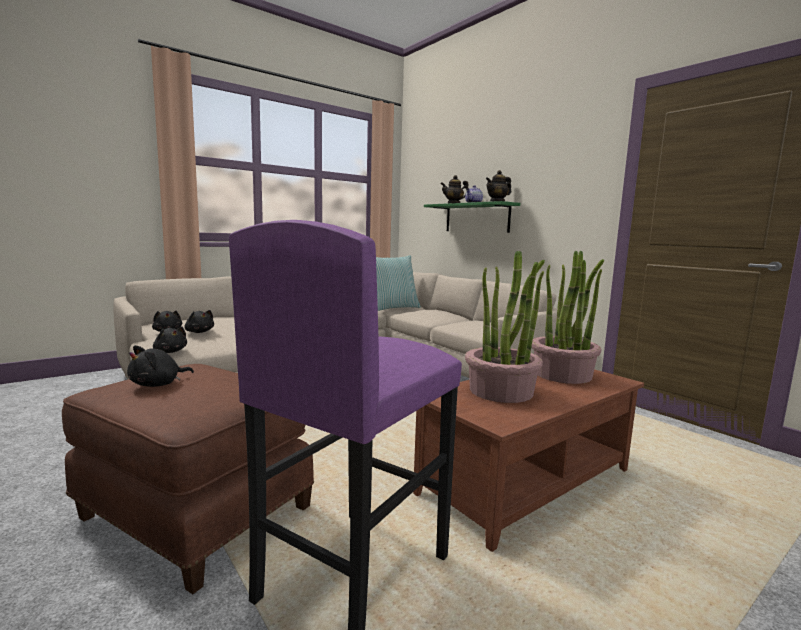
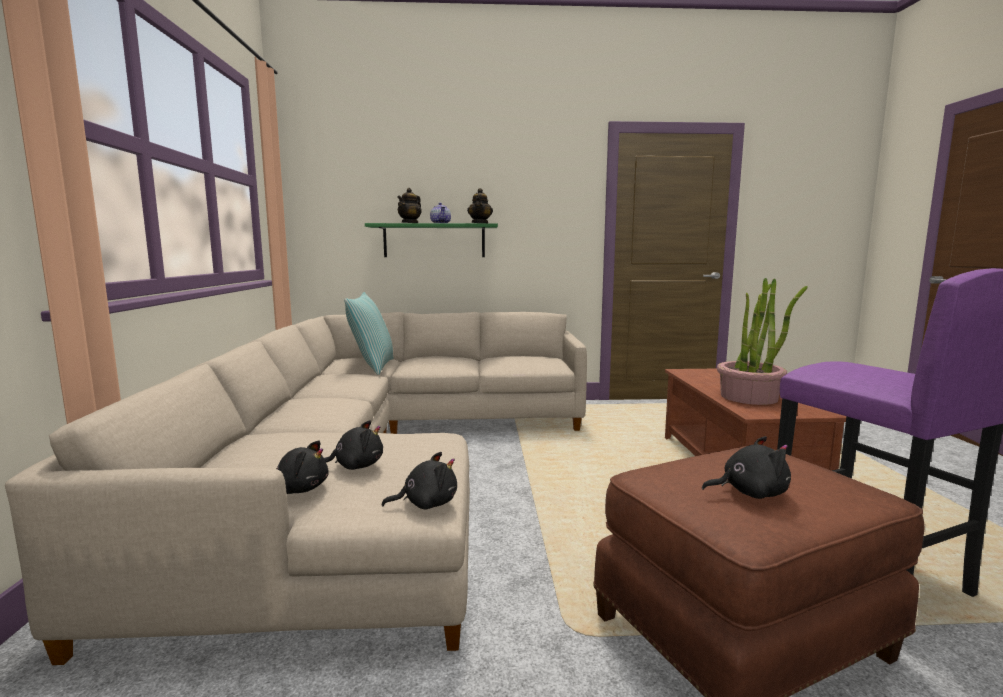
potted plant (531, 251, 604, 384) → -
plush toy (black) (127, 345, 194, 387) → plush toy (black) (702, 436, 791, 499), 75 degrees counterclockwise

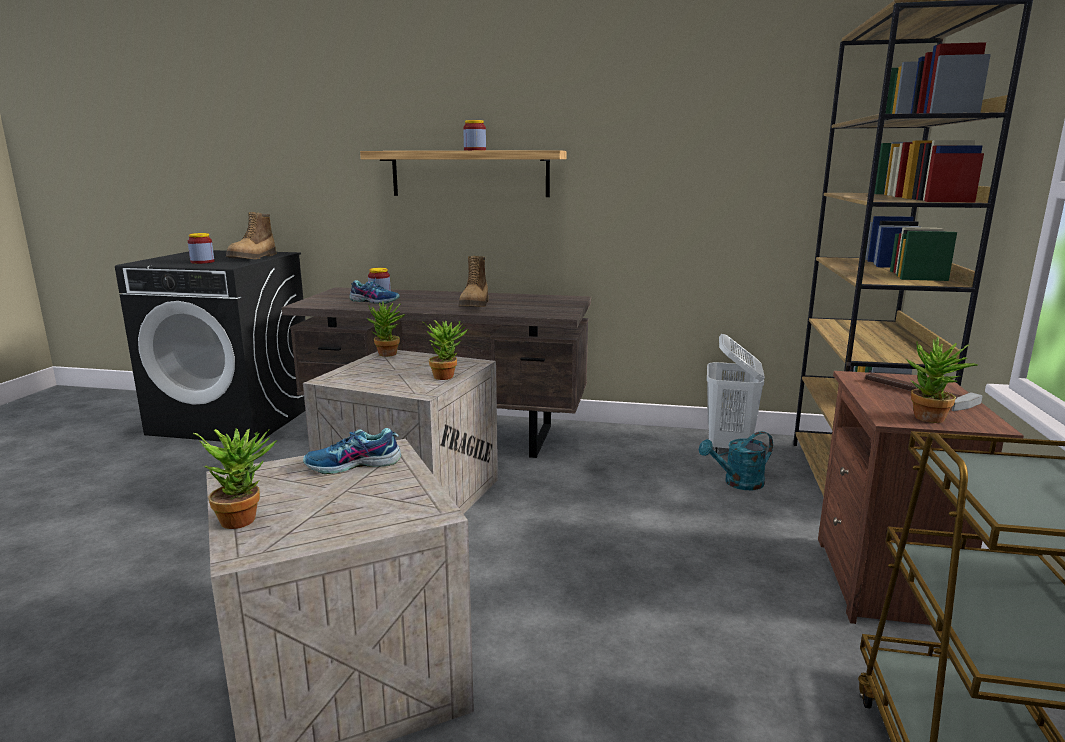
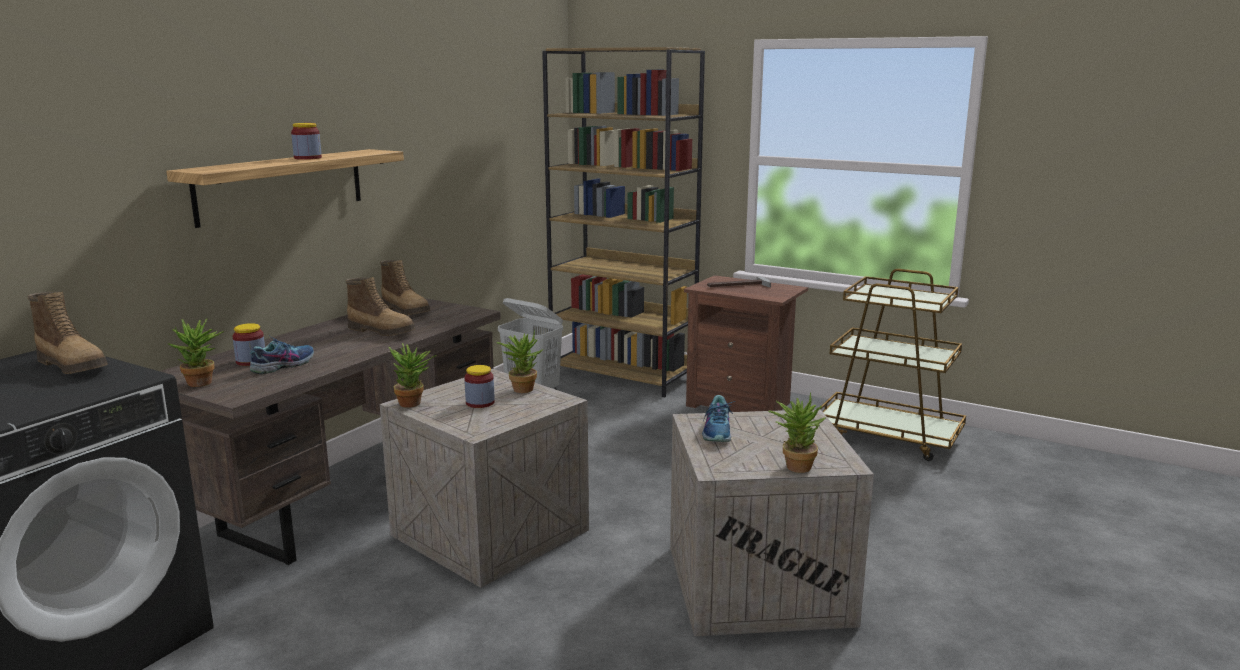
watering can (turquoise) (699, 431, 773, 490) → -
- → boot (380, 260, 430, 315)
jar (188, 233, 214, 264) → jar (464, 365, 495, 408), shifted
potted plant (907, 337, 978, 423) → potted plant (167, 318, 224, 387), shifted

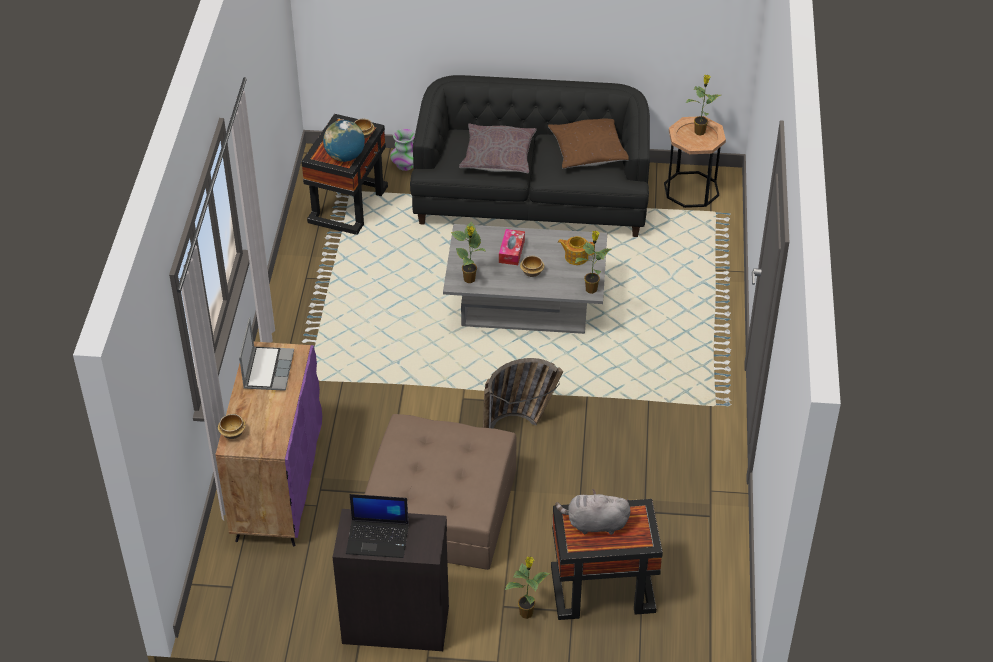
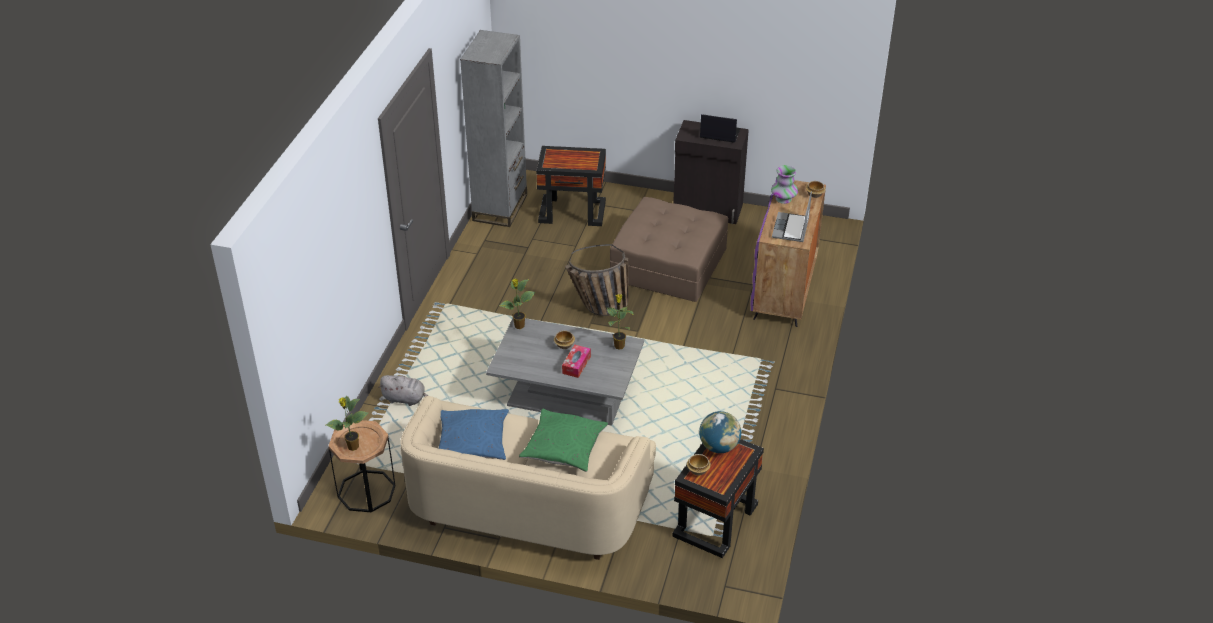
potted plant (505, 557, 550, 619) → -
teapot (558, 236, 594, 265) → -
- → bookcase (grey) (460, 30, 527, 227)
vase (390, 129, 415, 171) → vase (771, 165, 798, 204), shifted
plush toy (grey) (555, 489, 631, 535) → plush toy (grey) (378, 375, 428, 406), shifted
sofa (black) (410, 75, 650, 237) → sofa (beige) (400, 396, 656, 560)
pillow (grey) (459, 123, 536, 173) → pillow (green) (519, 409, 608, 472)
pillow (brown) (548, 118, 629, 169) → pillow (blue) (439, 409, 509, 460)

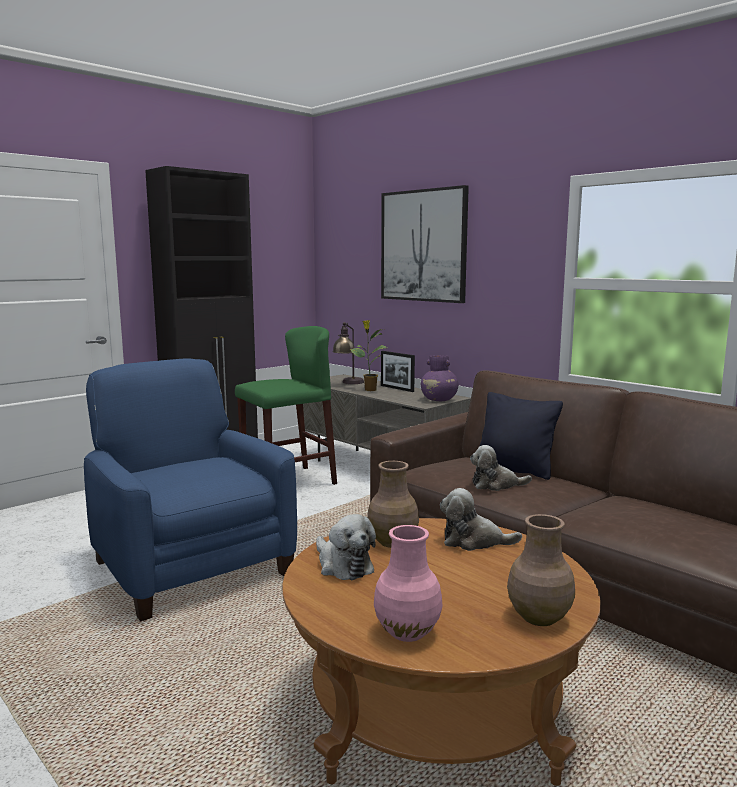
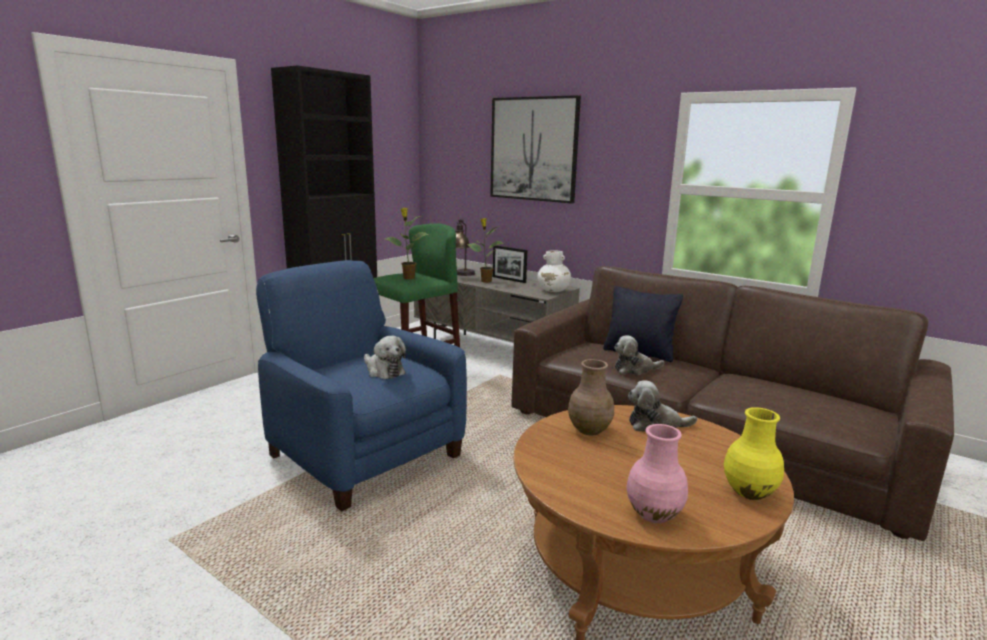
- → potted plant (385, 208, 429, 279)
plush toy (316, 514, 376, 580) → plush toy (364, 336, 406, 379), shifted
vase (purple) (421, 355, 458, 401) → vase (white) (537, 250, 571, 292)
vase (brown) (507, 514, 575, 626) → vase (yellow) (724, 407, 784, 500)

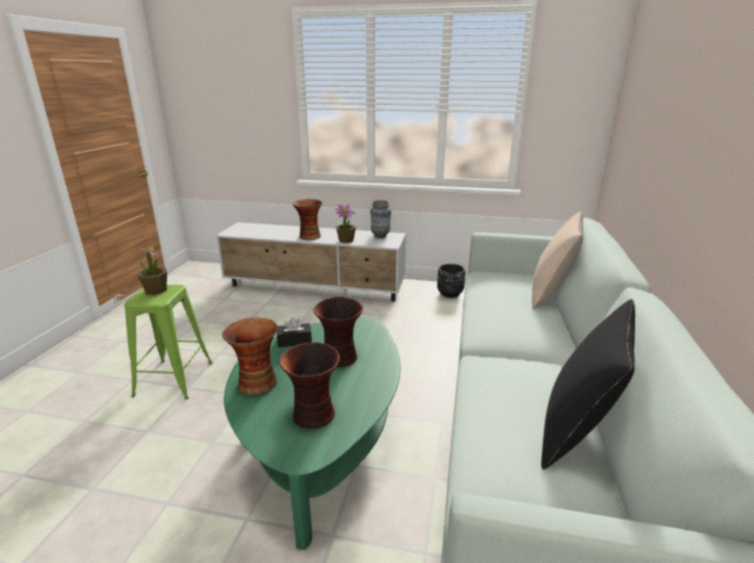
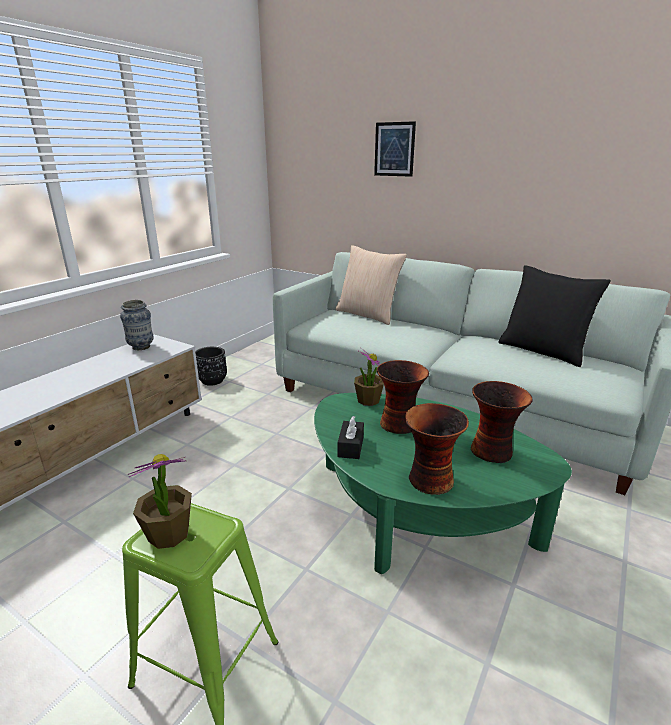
vase (293, 199, 322, 240) → -
- → picture (374, 121, 416, 177)
potted plant (335, 204, 356, 243) → potted plant (354, 348, 384, 406), shifted

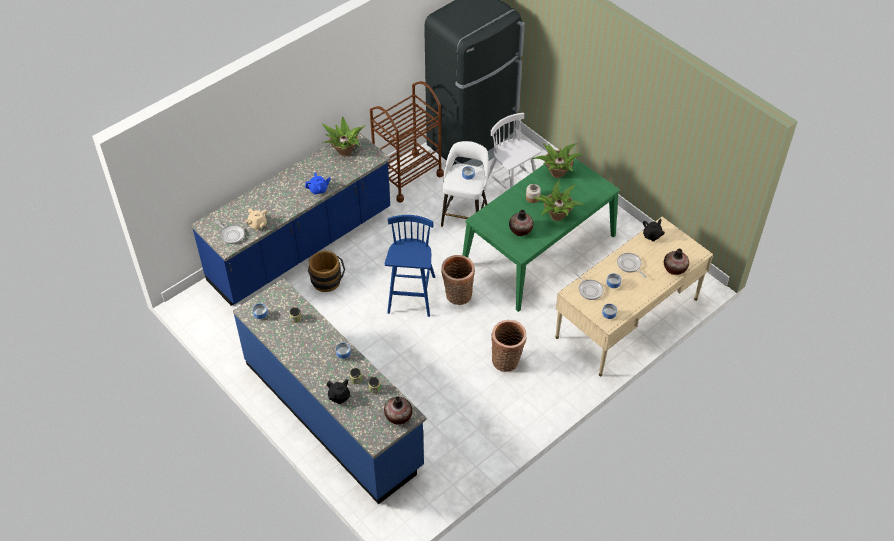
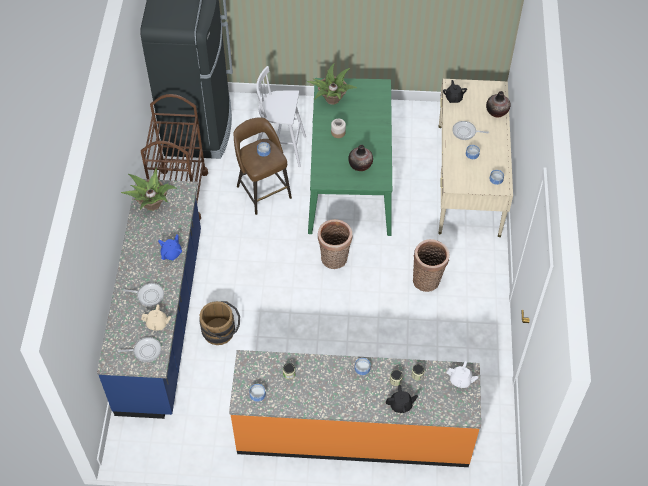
stool (blue) (385, 215, 435, 317) → -
potted plant (532, 179, 584, 221) → -
frying pan (574, 272, 604, 300) → frying pan (123, 283, 164, 307), shifted
vase (384, 397, 412, 425) → teapot (white) (446, 361, 478, 388)
counter (blue) (233, 278, 427, 504) → counter (orange) (229, 350, 481, 467)
stool (white) (441, 141, 489, 227) → stool (brown) (233, 117, 292, 215)

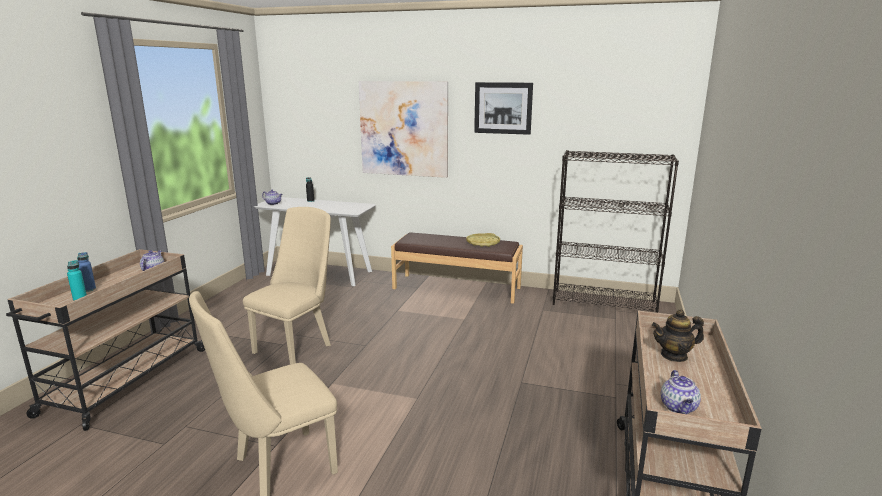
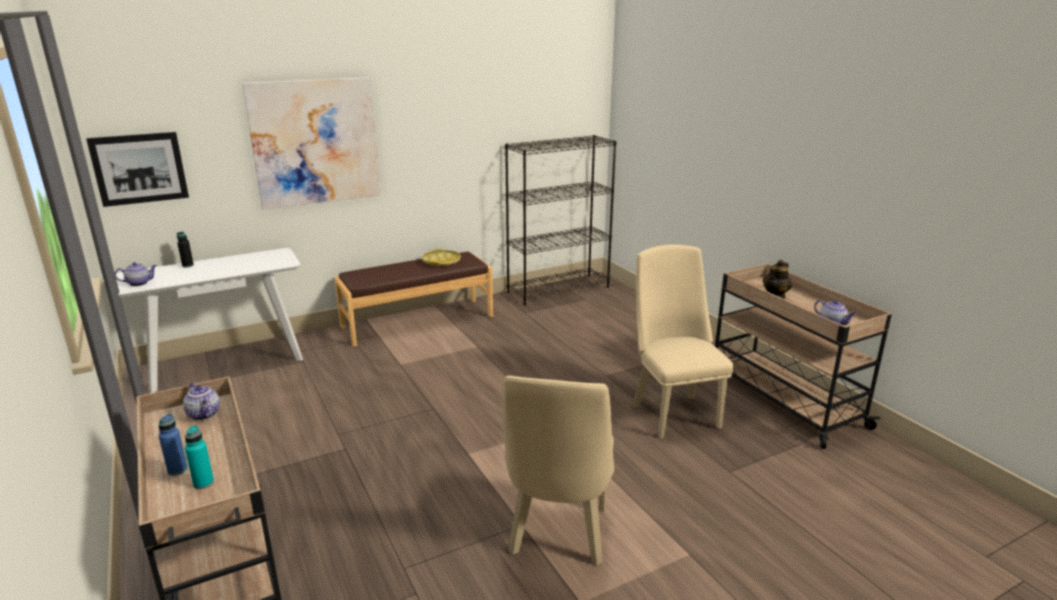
chair (beige) (243, 207, 331, 365) → chair (beige) (632, 245, 734, 438), shifted
picture (474, 82, 533, 135) → picture (86, 132, 189, 207), shifted

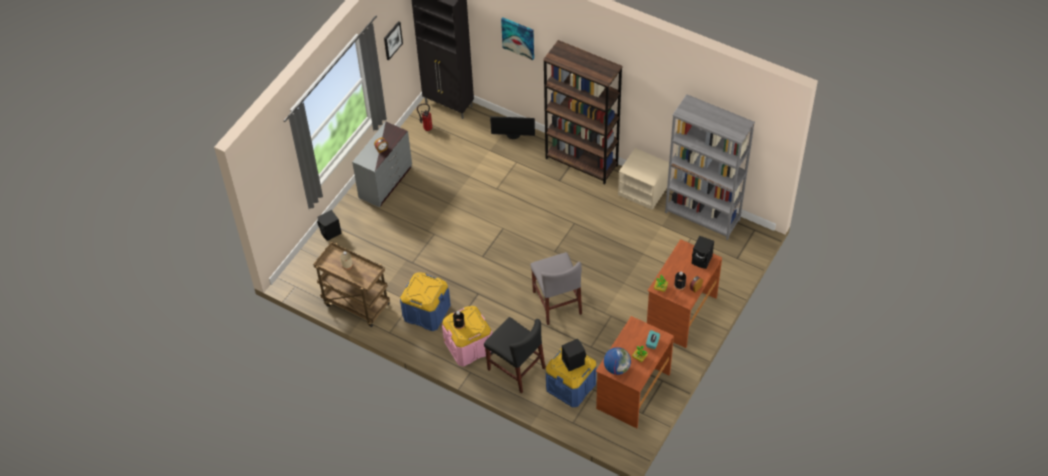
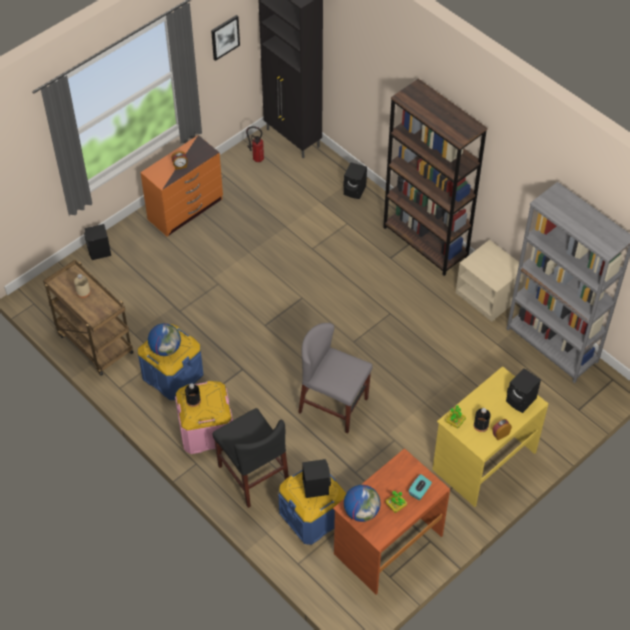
picture (501, 18, 534, 60) → -
- → globe (148, 323, 181, 356)
monitor (490, 116, 535, 139) → speaker (black) (343, 162, 367, 199)
dresser (grey) (352, 122, 412, 208) → dresser (orange) (140, 135, 223, 236)
desk (brown) (647, 239, 722, 348) → desk (yellow) (432, 366, 548, 507)
chair (grey) (530, 252, 582, 325) → chair (grey) (298, 323, 373, 434), 120 degrees clockwise

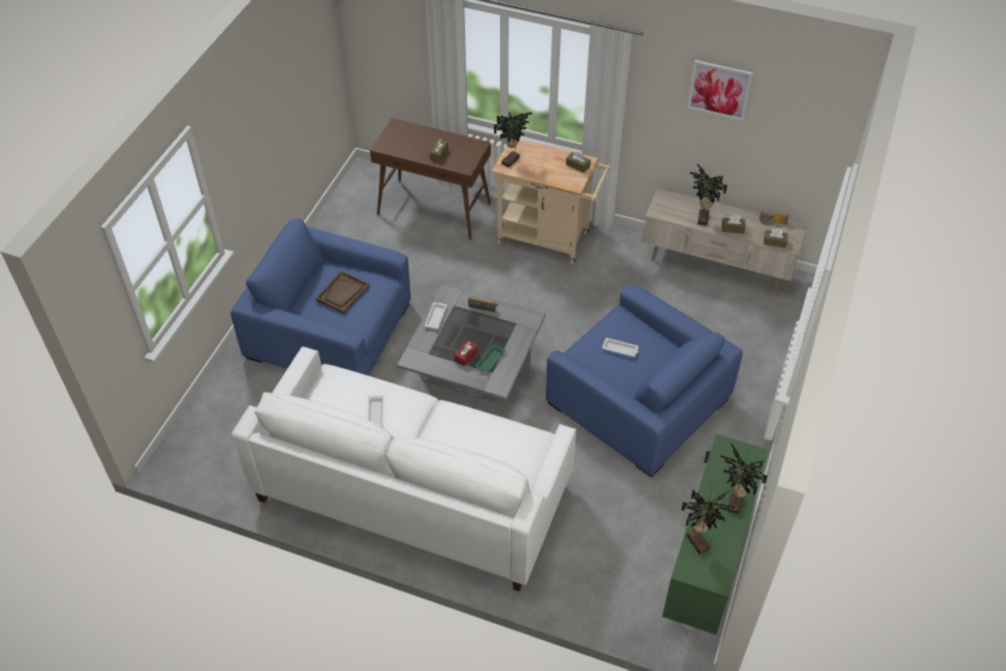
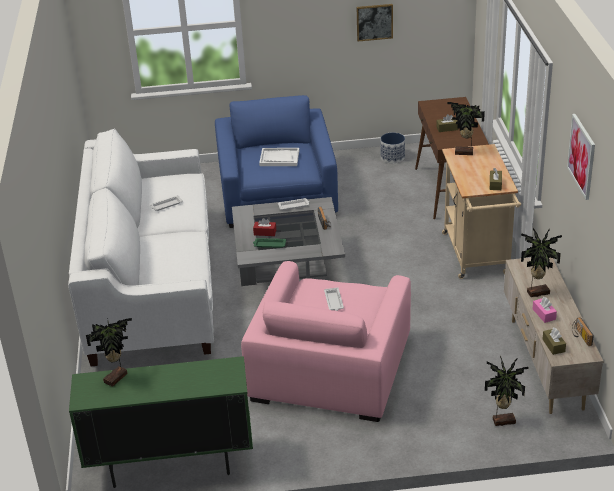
- → picture (357, 4, 393, 41)
- → planter (380, 132, 405, 163)
potted plant (720, 443, 768, 514) → potted plant (485, 355, 529, 426), shifted
tray (brown) (316, 270, 370, 314) → tray (white) (259, 148, 299, 166)
armchair (blue) (546, 285, 743, 477) → armchair (pink) (241, 261, 411, 422)
tissue box (brown) (722, 215, 745, 234) → tissue box (pink) (533, 296, 557, 323)

